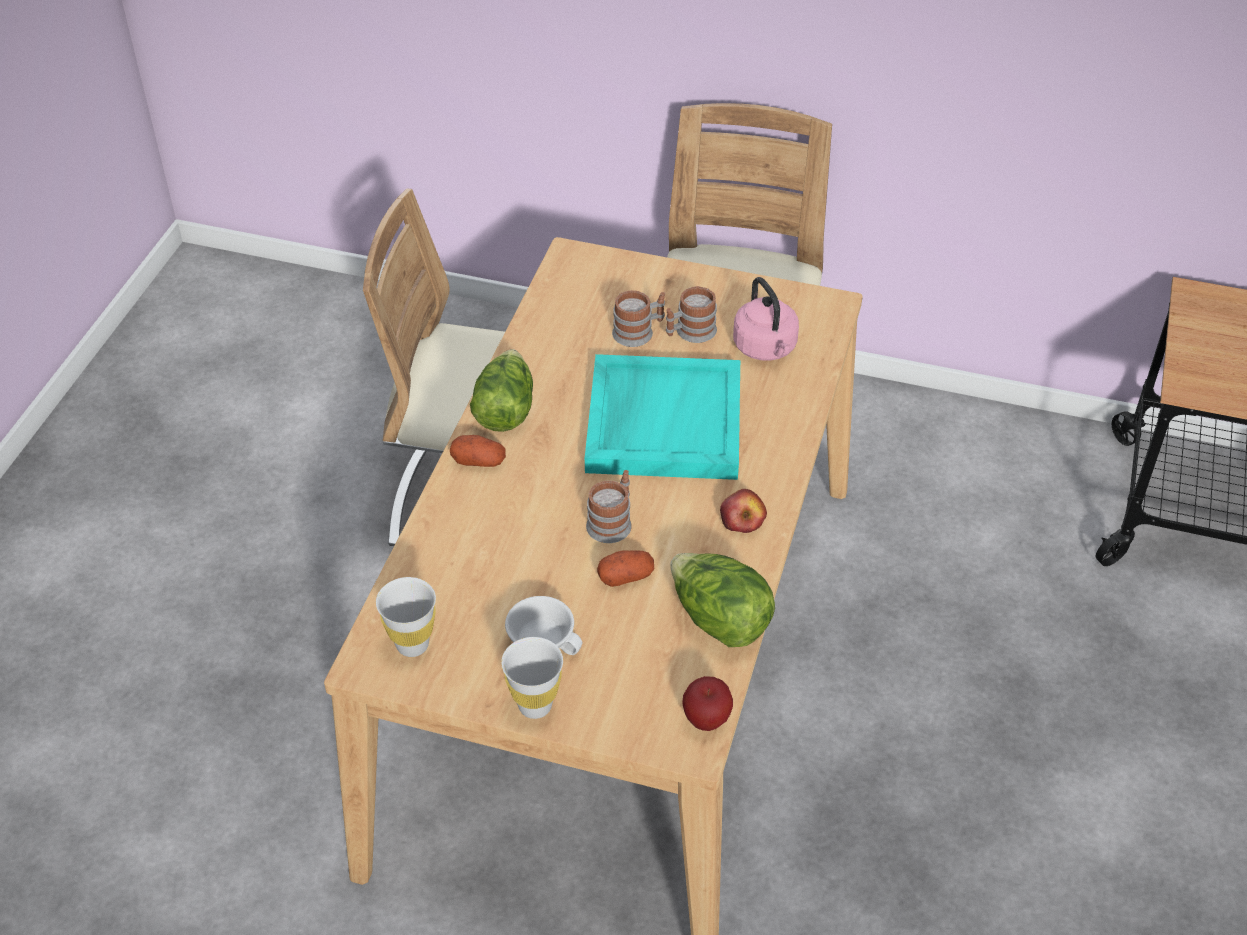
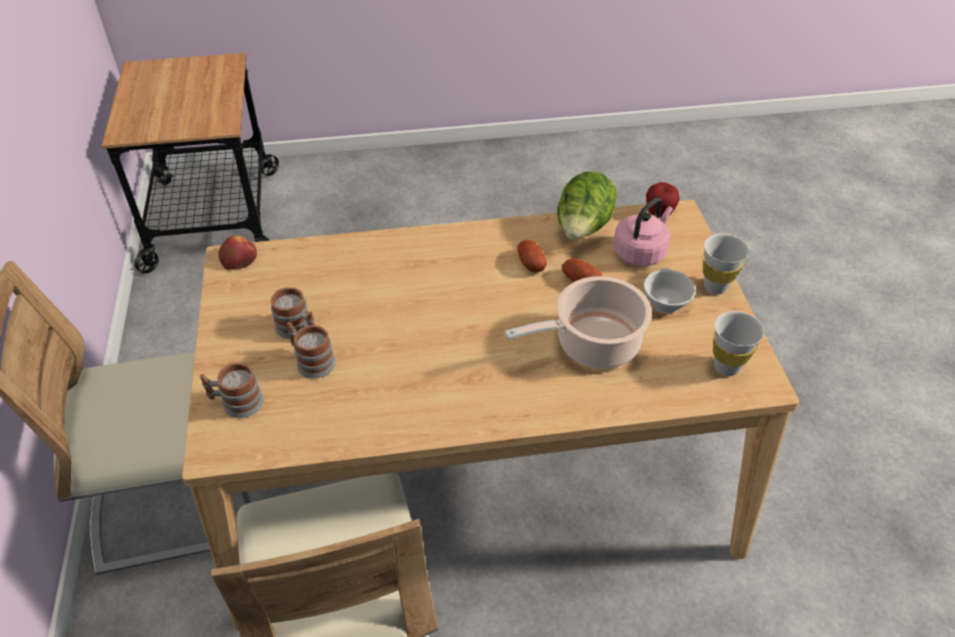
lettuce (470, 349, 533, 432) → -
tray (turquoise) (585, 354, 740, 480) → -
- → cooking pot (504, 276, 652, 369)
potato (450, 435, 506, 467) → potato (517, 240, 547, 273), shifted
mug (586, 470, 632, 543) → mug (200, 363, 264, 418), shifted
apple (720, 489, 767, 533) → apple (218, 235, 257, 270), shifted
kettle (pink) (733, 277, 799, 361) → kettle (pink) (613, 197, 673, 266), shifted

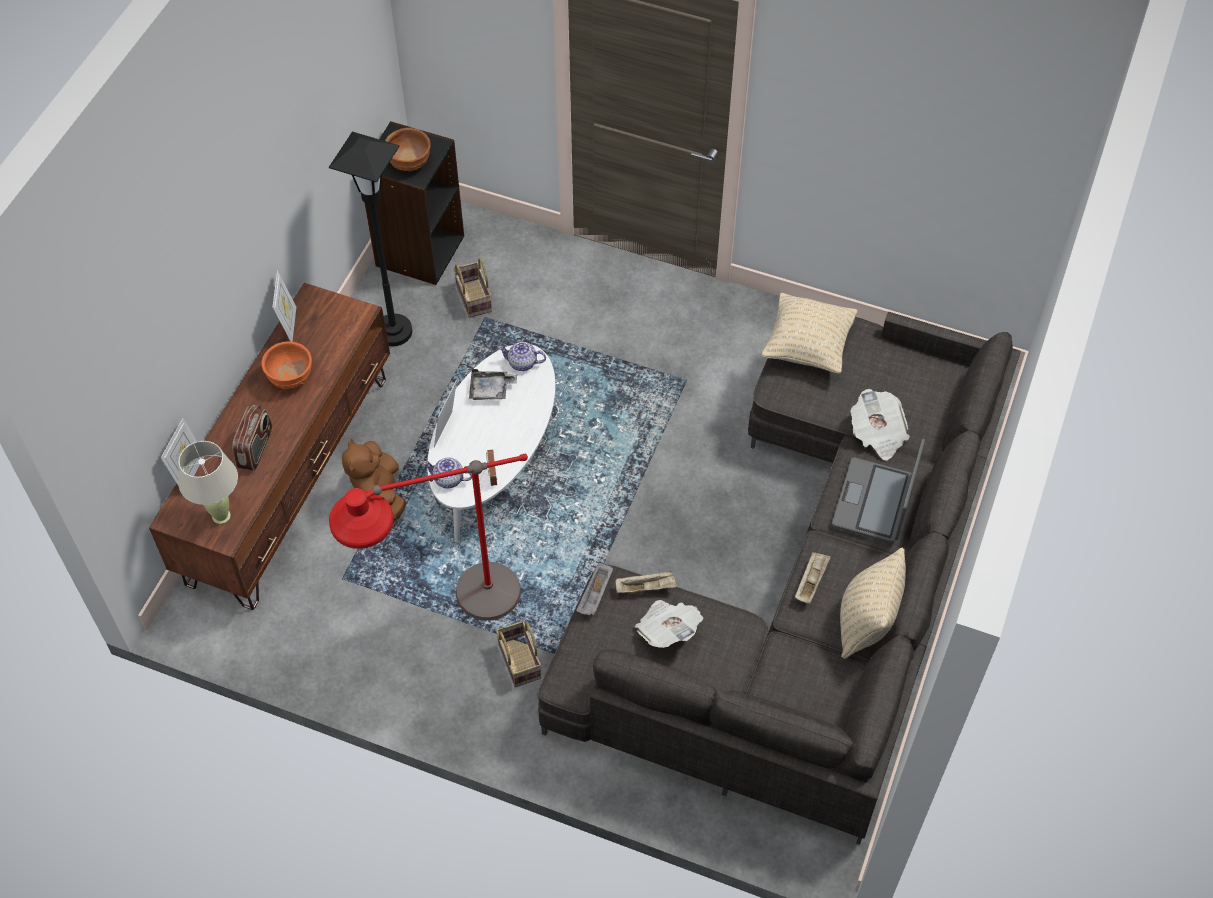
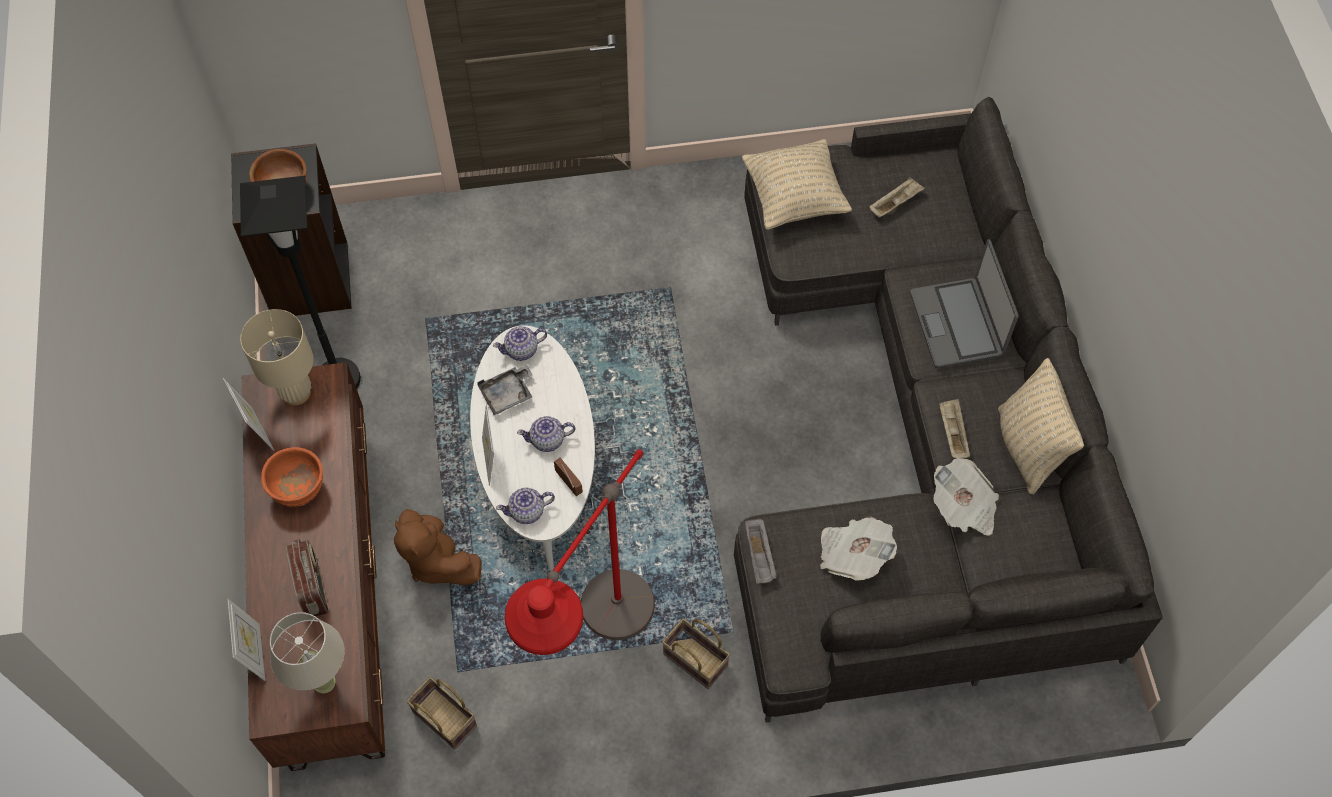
- → table lamp (beige) (240, 309, 314, 405)
- → teapot (517, 416, 575, 452)
basket (453, 258, 492, 318) → basket (406, 677, 477, 750), shifted
tray (beige) (615, 570, 677, 593) → tray (beige) (869, 177, 925, 218), shifted
newspaper (850, 389, 910, 460) → newspaper (933, 458, 999, 536), shifted

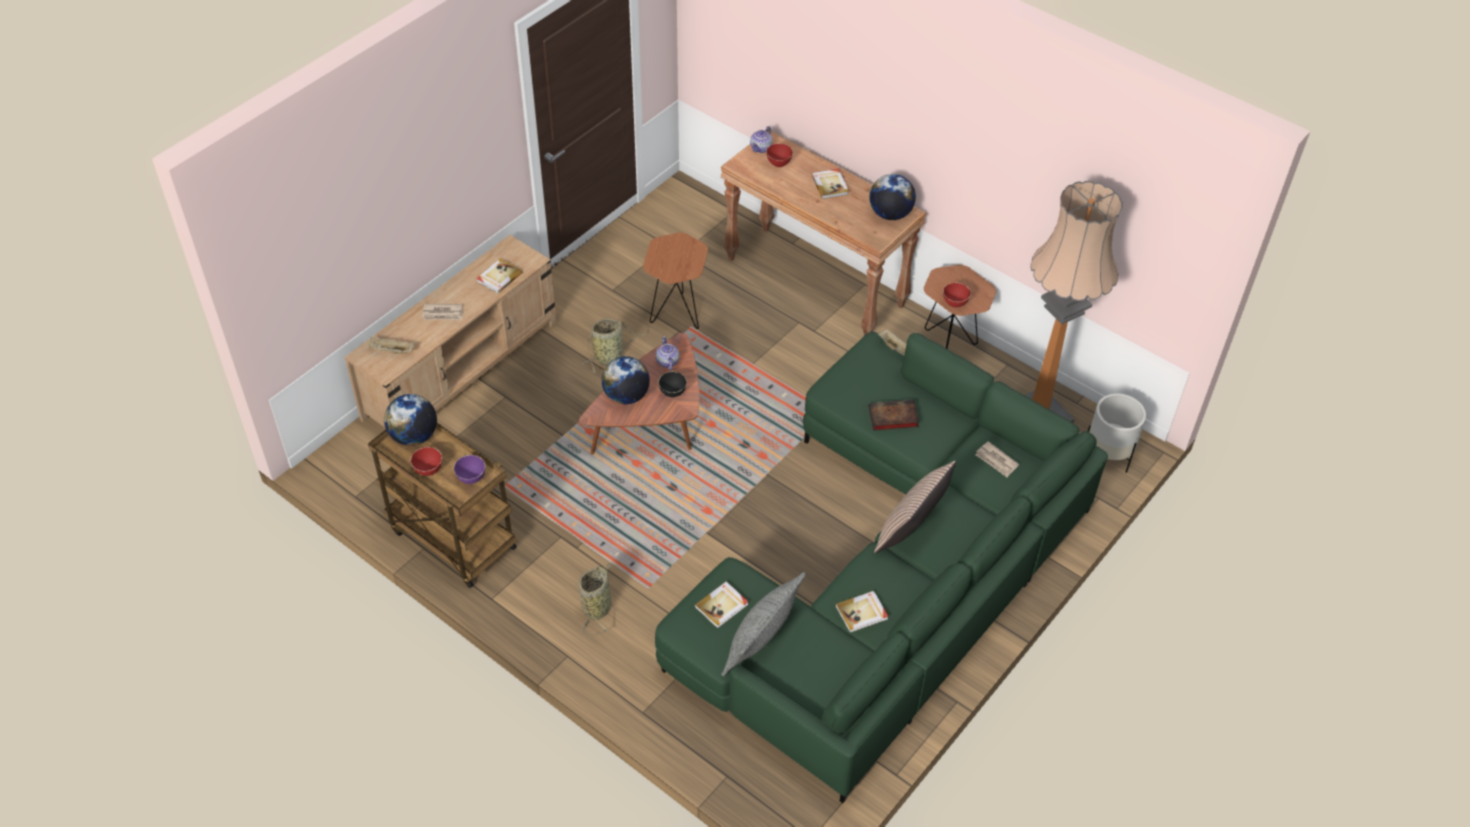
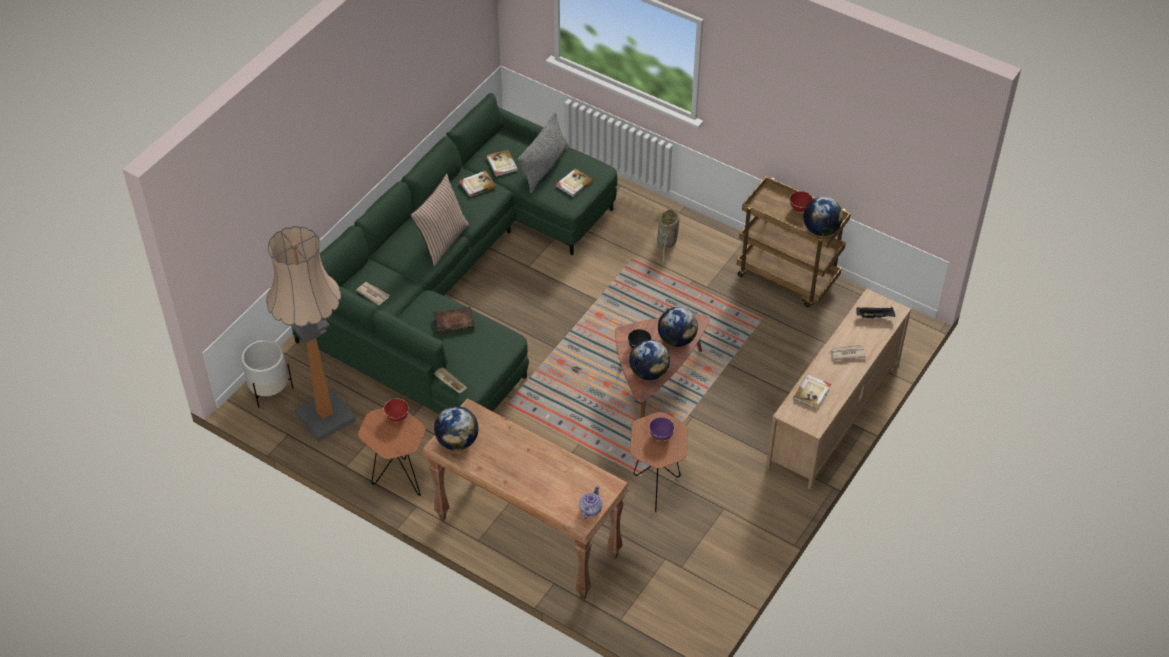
basket (582, 319, 646, 373) → -
bowl (red) (766, 143, 793, 167) → -
bowl (purple) (454, 455, 485, 484) → bowl (purple) (649, 417, 674, 441), shifted
book (812, 169, 849, 199) → book (487, 150, 518, 177), shifted
teapot (656, 336, 679, 371) → globe (629, 340, 670, 380)
tray (beige) (368, 337, 415, 354) → tray (black) (856, 307, 895, 319)

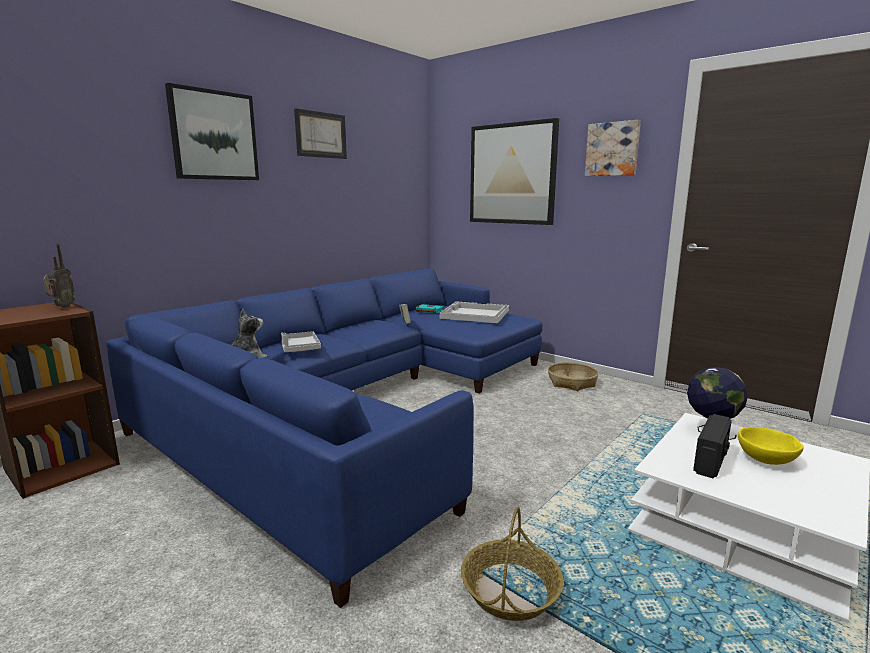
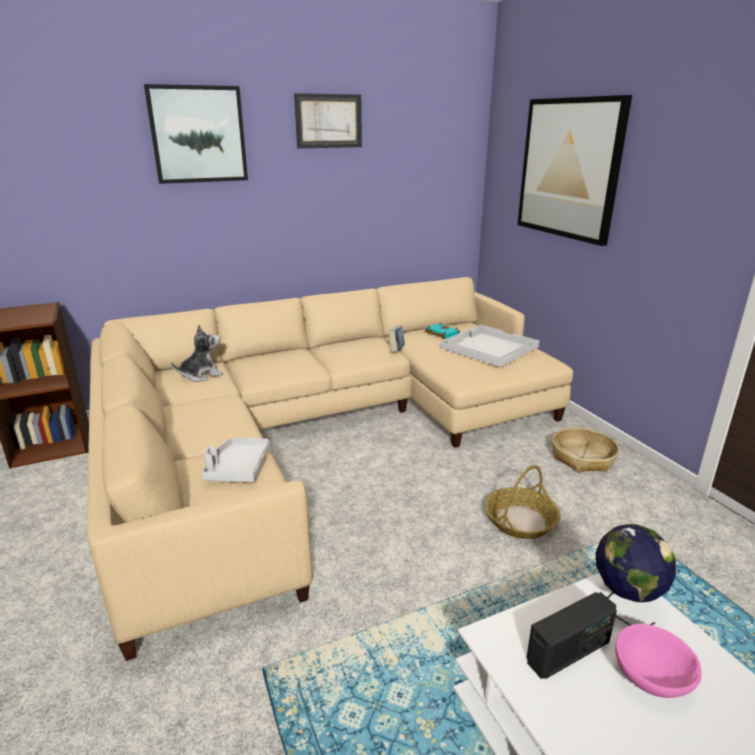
radio (43, 244, 76, 308) → -
picture (585, 120, 641, 176) → -
tray (grey) (281, 331, 321, 352) → tray (grey) (201, 438, 270, 482), shifted
basket (461, 507, 564, 621) → basket (485, 465, 561, 539), shifted
sofa (blue) (106, 268, 542, 608) → sofa (beige) (87, 277, 573, 661)
bowl (yellow) (738, 427, 804, 465) → bowl (pink) (615, 624, 702, 698)

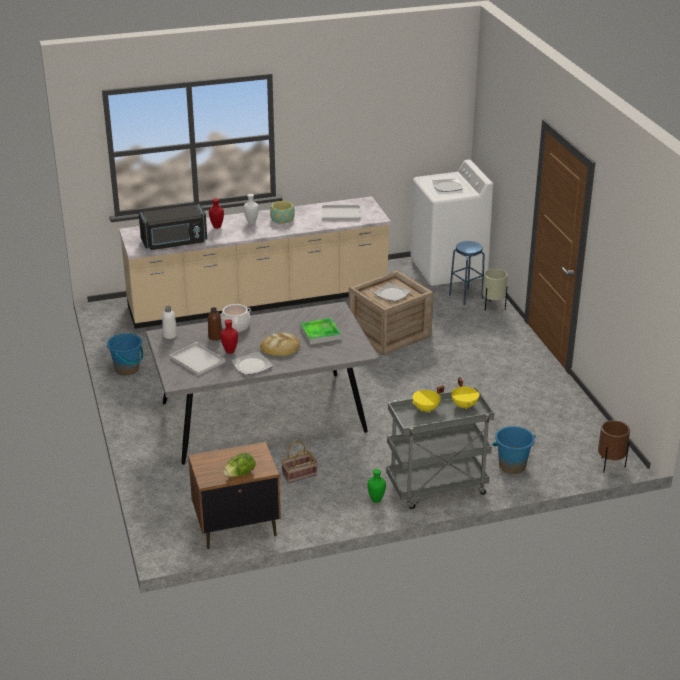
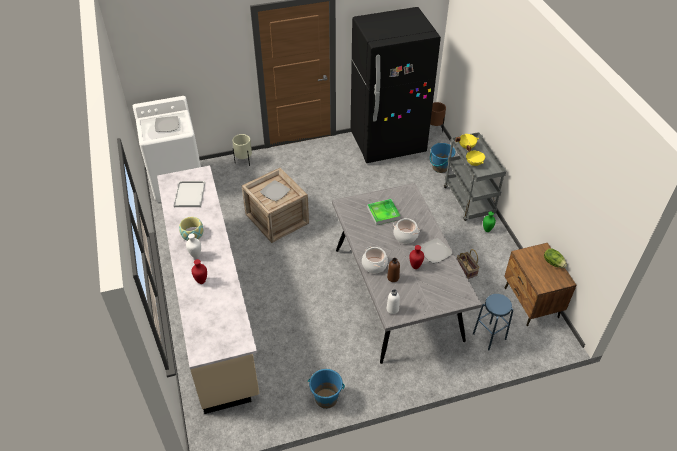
microwave (black) (139, 204, 207, 250) → -
tray (white) (169, 342, 226, 376) → -
- → fridge (black) (350, 7, 441, 163)
stool (blue) (449, 241, 484, 305) → stool (blue) (473, 294, 513, 350), shifted
bread (260, 333, 300, 356) → cooking pot (393, 218, 420, 244)

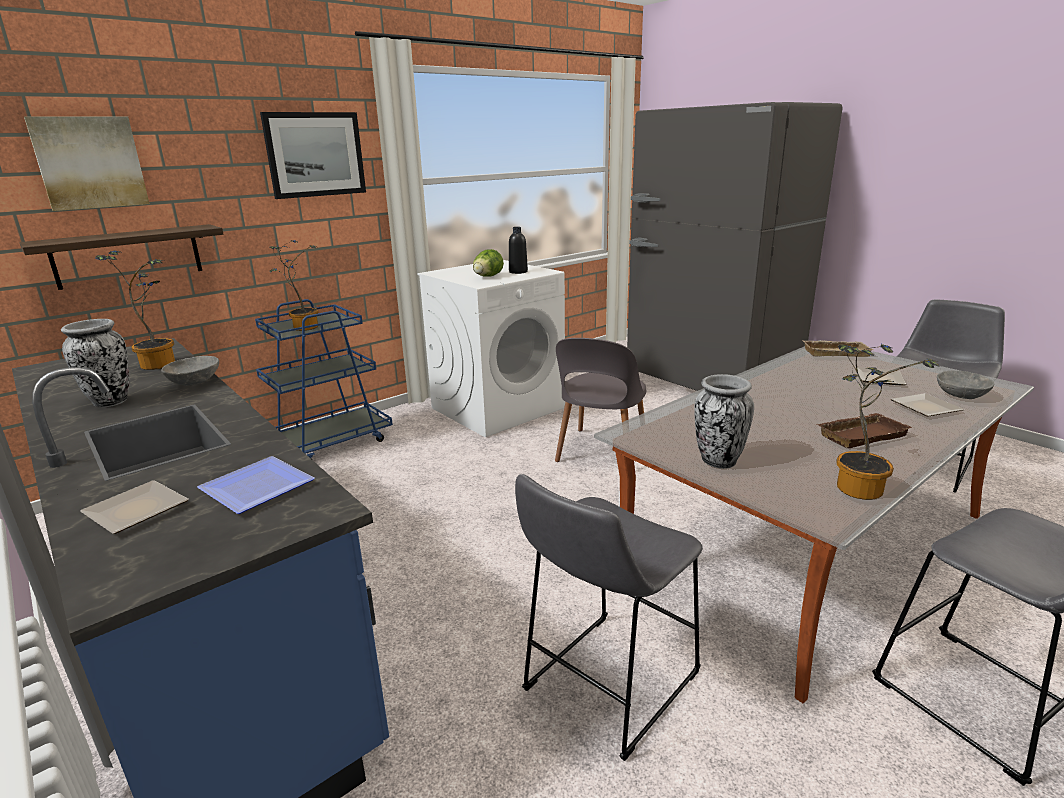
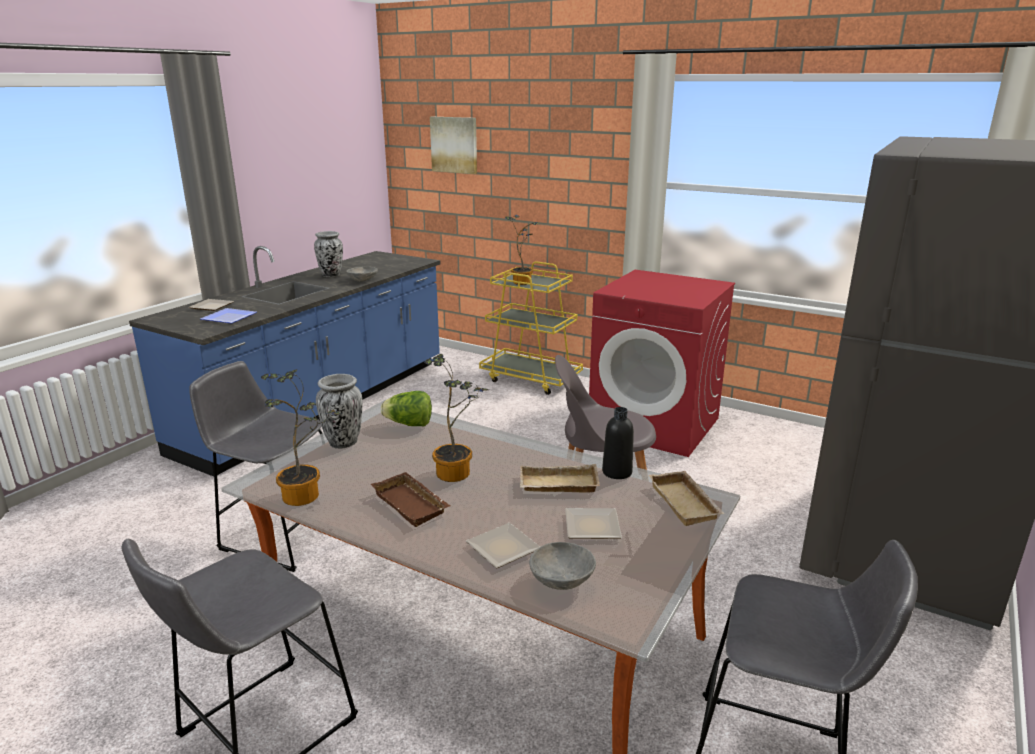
shelf (19, 224, 224, 290) → -
picture (260, 112, 366, 199) → -
- → tray (beige) (520, 464, 600, 493)
potted plant (95, 250, 175, 370) → potted plant (424, 354, 489, 482), shifted
lettuce (473, 249, 504, 277) → lettuce (381, 391, 432, 426), shifted
bottle (black) (509, 227, 528, 274) → bottle (black) (602, 407, 634, 479), shifted
cart (blue) (255, 299, 393, 458) → cart (yellow) (479, 261, 583, 395)
washing machine (white) (417, 260, 565, 437) → washing machine (red) (589, 270, 735, 457)

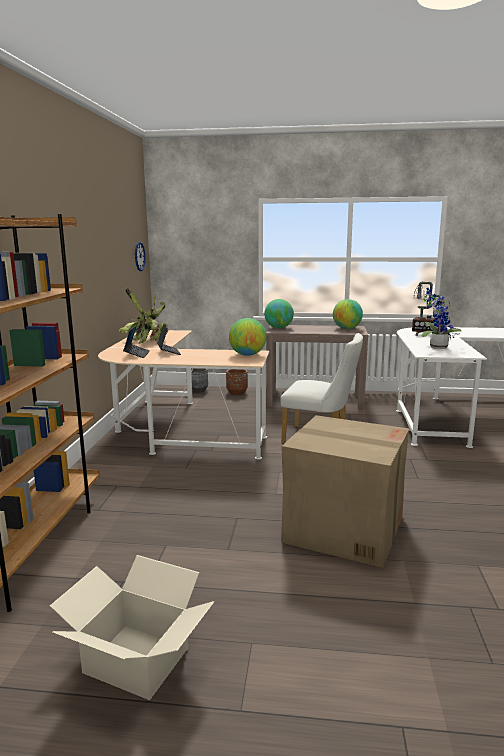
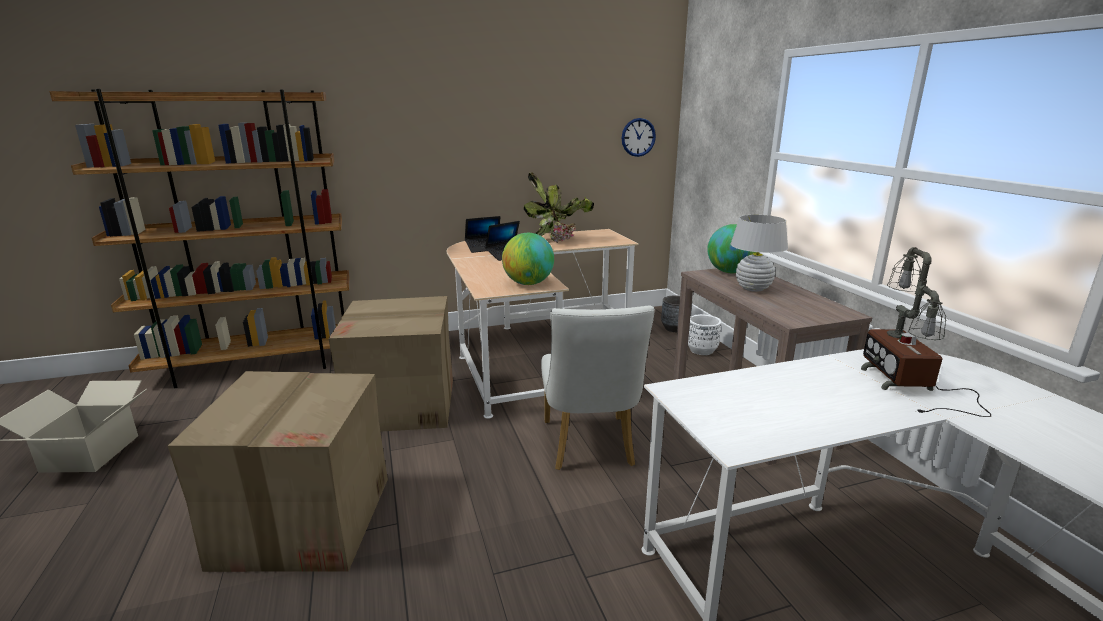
globe (333, 299, 363, 329) → -
potted plant (421, 288, 461, 349) → -
- → cardboard box (328, 296, 453, 432)
- → table lamp (white) (731, 215, 788, 292)
planter (brown) (226, 369, 248, 395) → planter (white) (688, 314, 721, 355)

